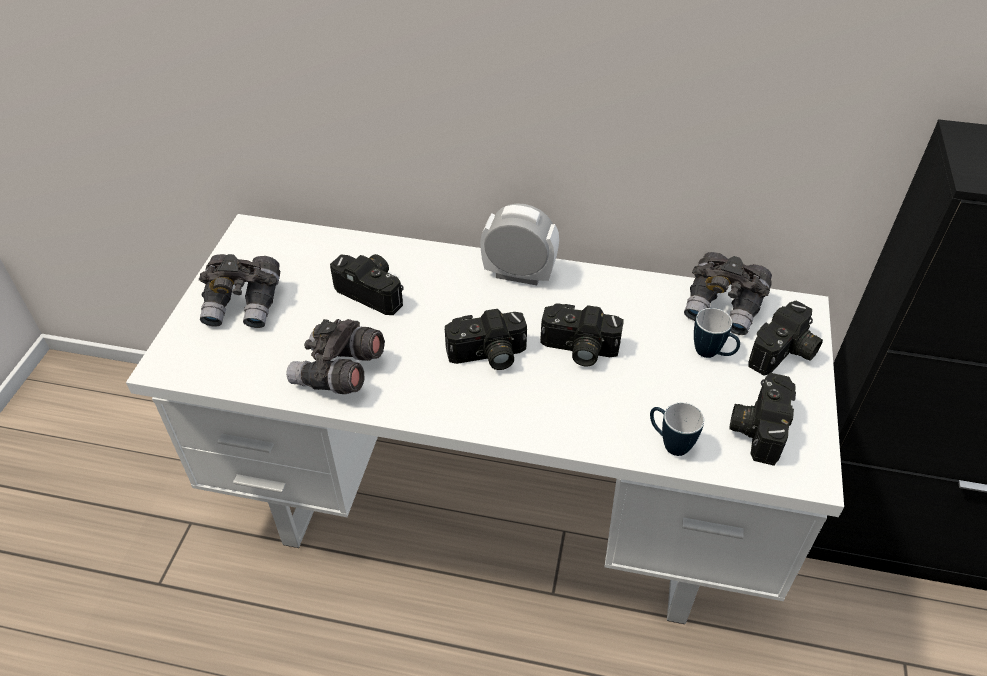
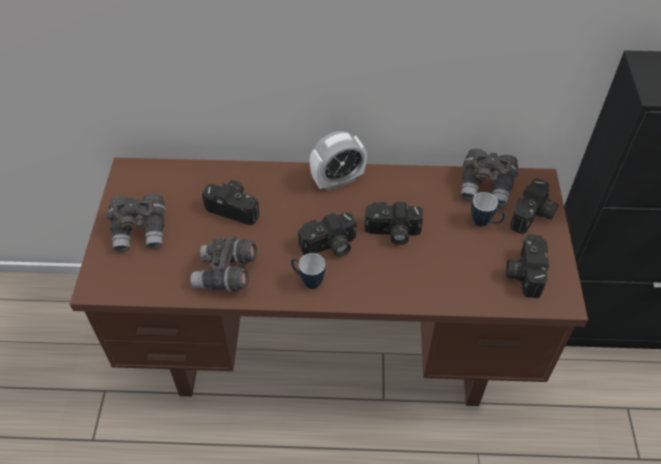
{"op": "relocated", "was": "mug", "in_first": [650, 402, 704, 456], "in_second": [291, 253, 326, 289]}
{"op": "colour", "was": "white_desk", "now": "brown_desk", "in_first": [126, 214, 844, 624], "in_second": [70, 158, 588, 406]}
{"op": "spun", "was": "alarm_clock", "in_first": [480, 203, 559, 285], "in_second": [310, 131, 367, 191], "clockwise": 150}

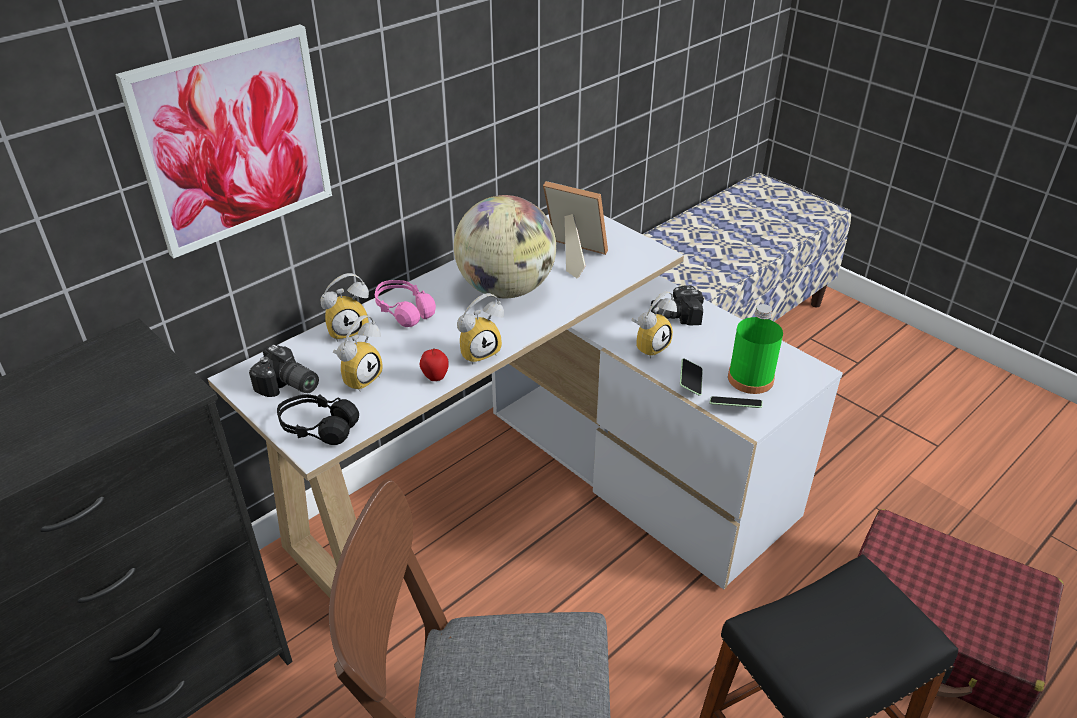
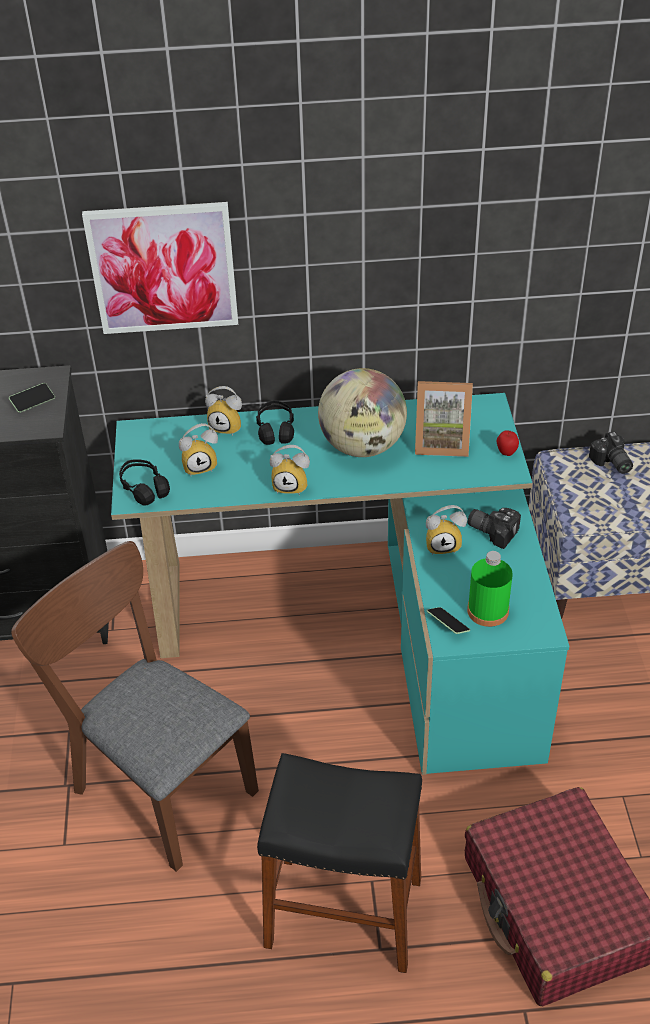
{"op": "relocated", "was": "photo_camera", "in_first": [249, 344, 319, 397], "in_second": [589, 432, 633, 474]}
{"op": "relocated", "was": "apple", "in_first": [420, 348, 449, 381], "in_second": [497, 430, 519, 456]}
{"op": "relocated", "was": "phone", "in_first": [680, 358, 703, 396], "in_second": [9, 383, 55, 413]}
{"op": "colour", "was": "white_desk", "now": "turquoise_desk", "in_first": [208, 214, 843, 598], "in_second": [111, 393, 569, 775]}
{"op": "colour", "was": "pink_headphones", "now": "black_headphones", "in_first": [375, 280, 436, 327], "in_second": [256, 400, 294, 445]}
{"op": "spun", "was": "picture_frame", "in_first": [543, 181, 608, 278], "in_second": [415, 381, 473, 457], "clockwise": 120}

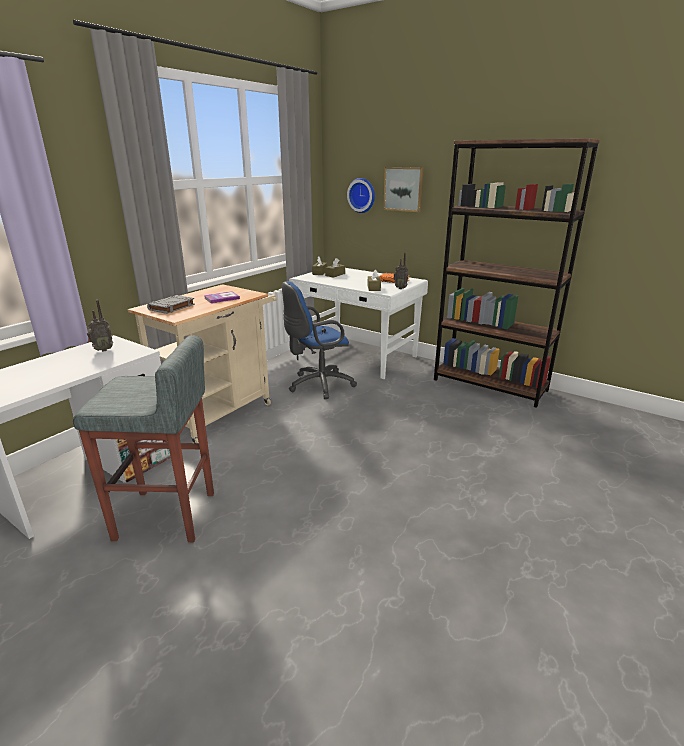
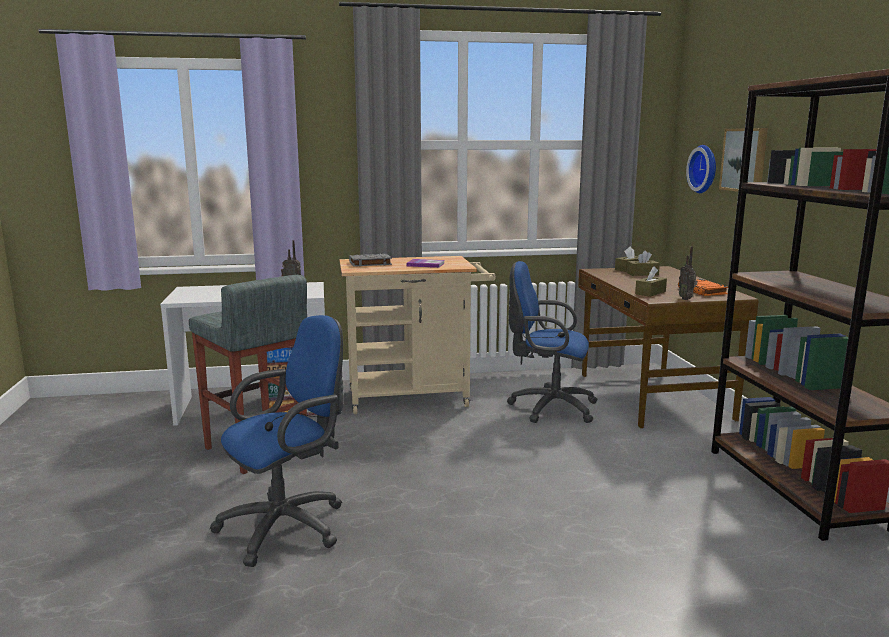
{"op": "appeared", "now": "blue_office_chair", "in_second": [210, 315, 344, 567]}
{"op": "colour", "was": "white_desk", "now": "brown_desk", "in_first": [289, 268, 428, 379], "in_second": [578, 266, 759, 428]}

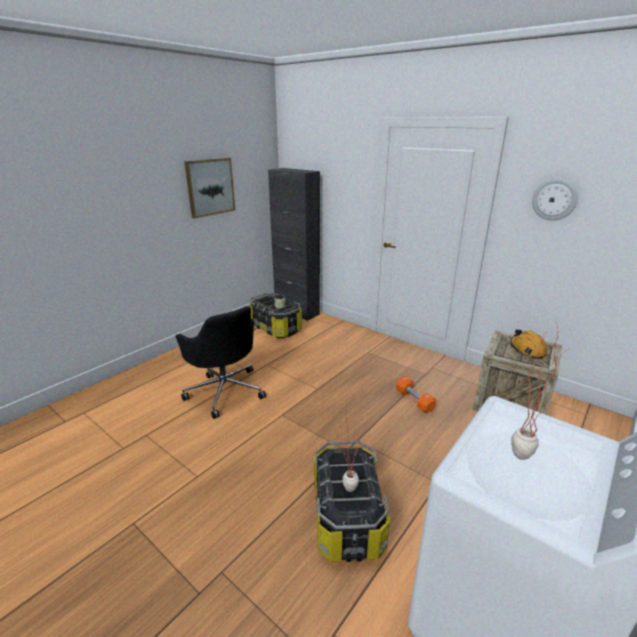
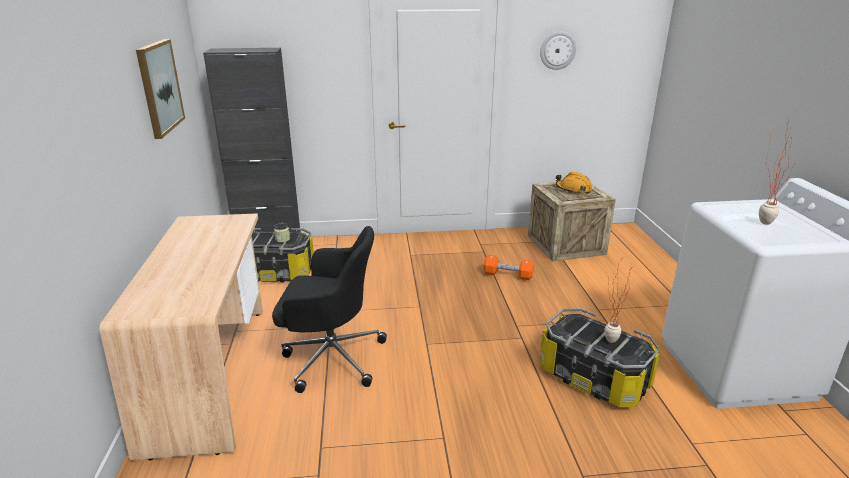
{"op": "appeared", "now": "beige_desk", "in_second": [99, 213, 263, 461]}

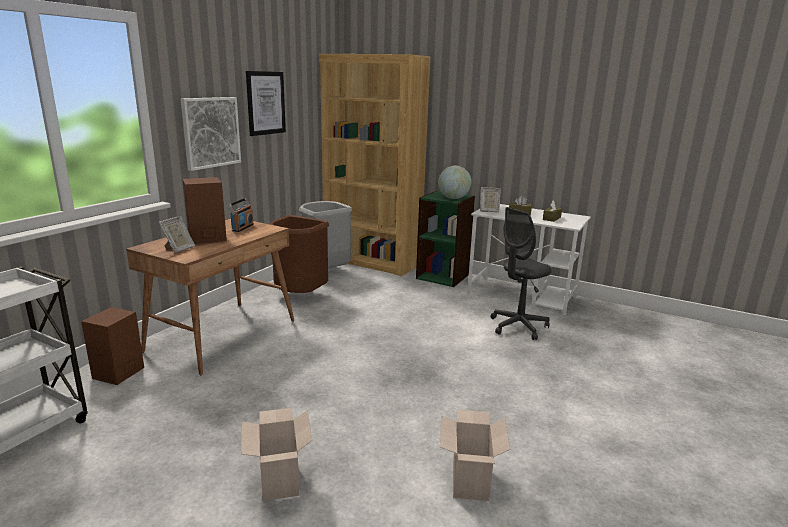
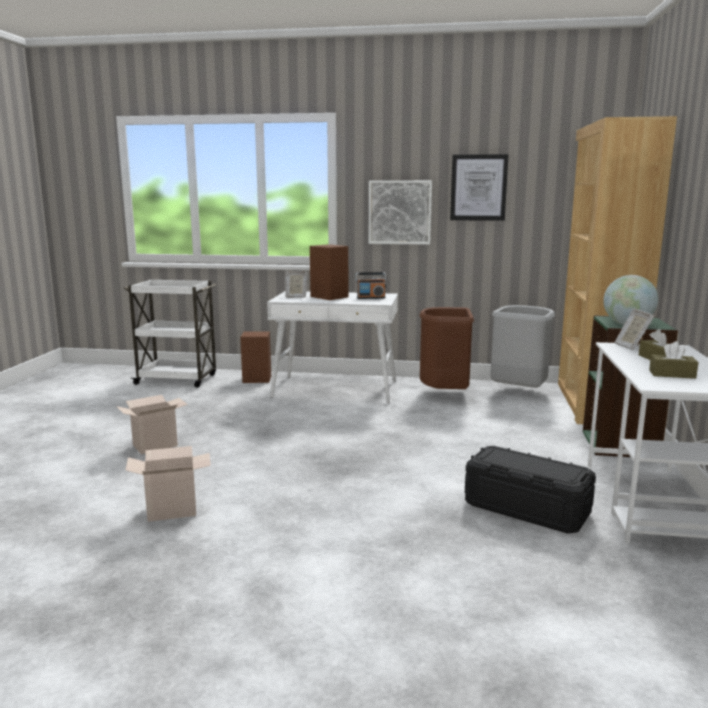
{"op": "exchanged", "was": "grey_office_chair", "now": "black_storage_box", "in_first": [491, 207, 552, 340], "in_second": [465, 446, 596, 534]}
{"op": "colour", "was": "brown_desk", "now": "white_desk", "in_first": [126, 219, 295, 375], "in_second": [267, 291, 398, 403]}

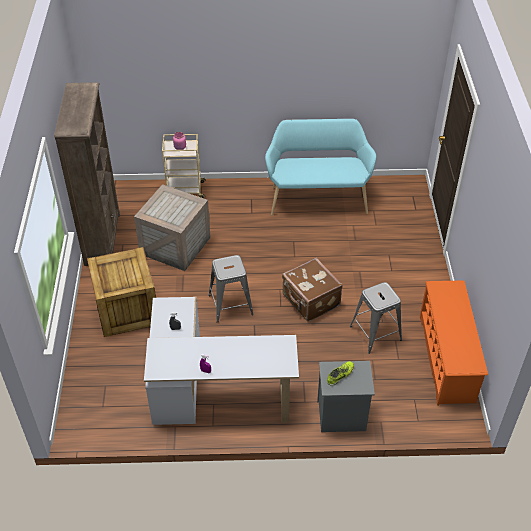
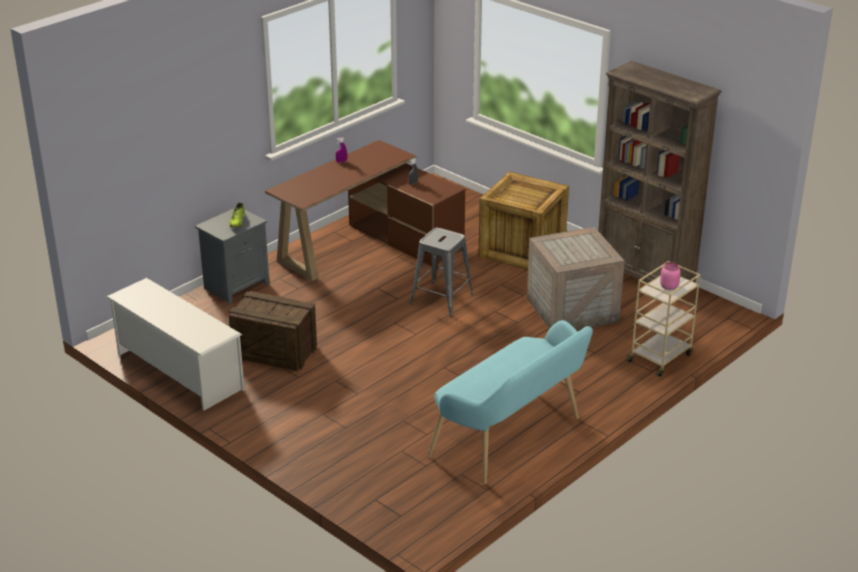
{"op": "missing", "was": "brown_suitcase", "in_first": [282, 258, 342, 322]}
{"op": "exchanged", "was": "grey_stool", "now": "crate", "in_first": [350, 282, 402, 354], "in_second": [229, 291, 317, 372]}
{"op": "colour", "was": "white_desk", "now": "brown_desk", "in_first": [144, 297, 299, 425], "in_second": [265, 140, 466, 281]}
{"op": "colour", "was": "orange_shoe_rack", "now": "white_shoe_rack", "in_first": [420, 280, 488, 406], "in_second": [106, 278, 245, 410]}

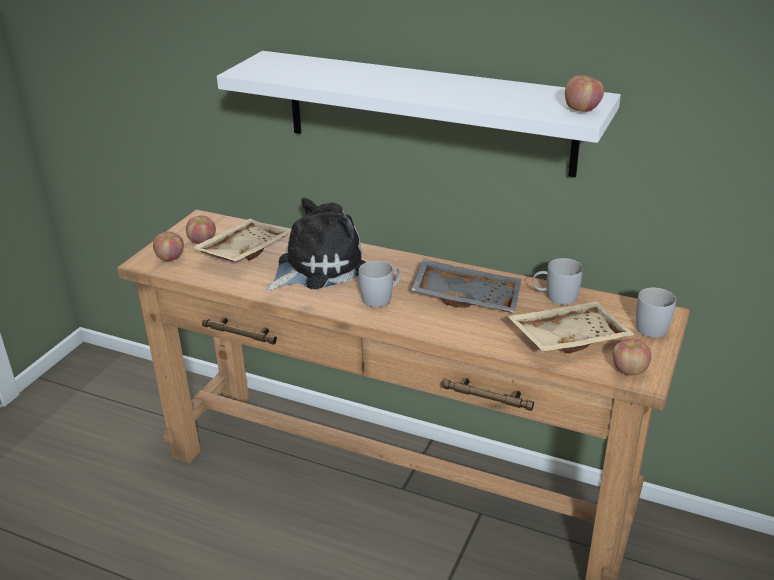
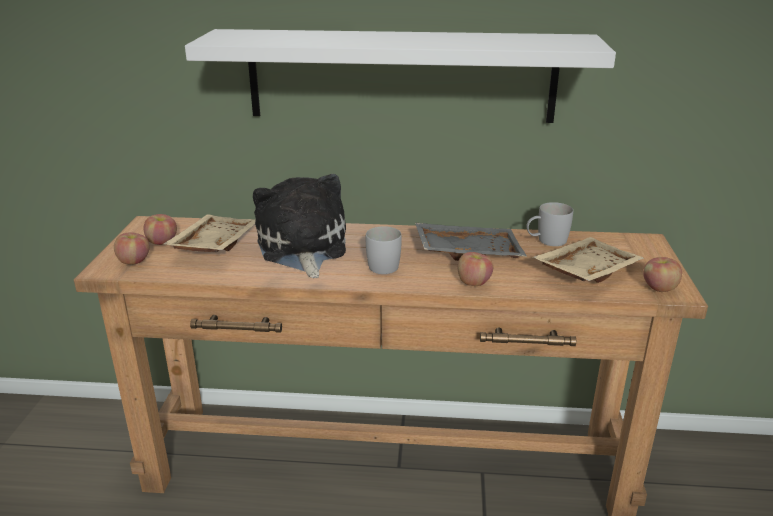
{"op": "missing", "was": "white_mug", "in_first": [636, 288, 676, 337]}
{"op": "relocated", "was": "apple", "in_first": [565, 75, 604, 112], "in_second": [458, 252, 493, 286]}
{"op": "spun", "was": "plush_toy", "in_first": [266, 198, 366, 291], "in_second": [253, 174, 346, 278], "clockwise": -45}

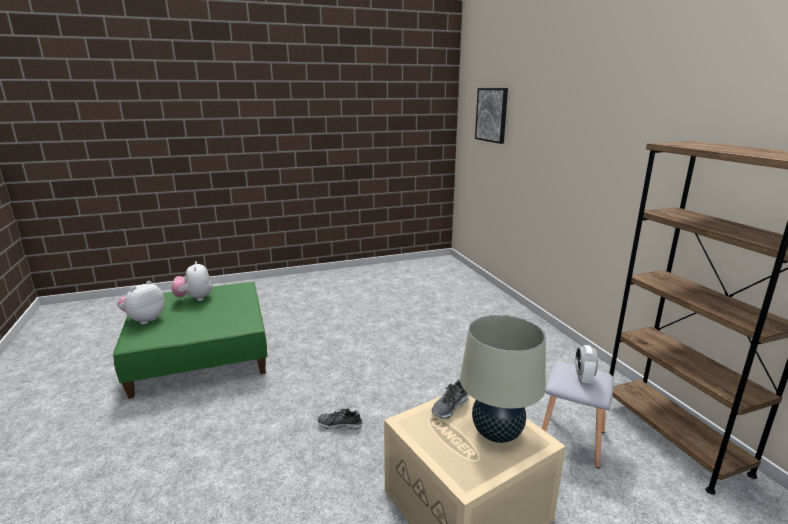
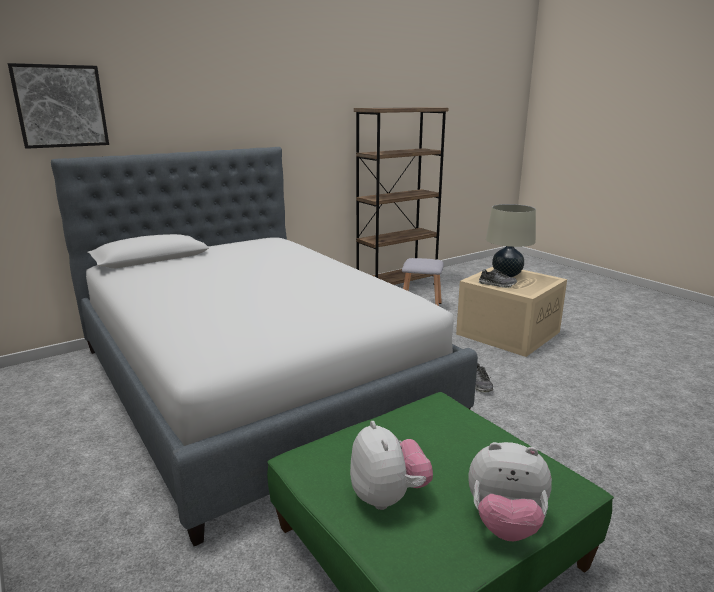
{"op": "missing", "was": "alarm_clock", "in_first": [575, 345, 598, 385]}
{"op": "appeared", "now": "bed", "in_second": [51, 147, 478, 546]}
{"op": "spun", "was": "plush_toy", "in_first": [171, 261, 212, 301], "in_second": [350, 421, 433, 510], "clockwise": -75}

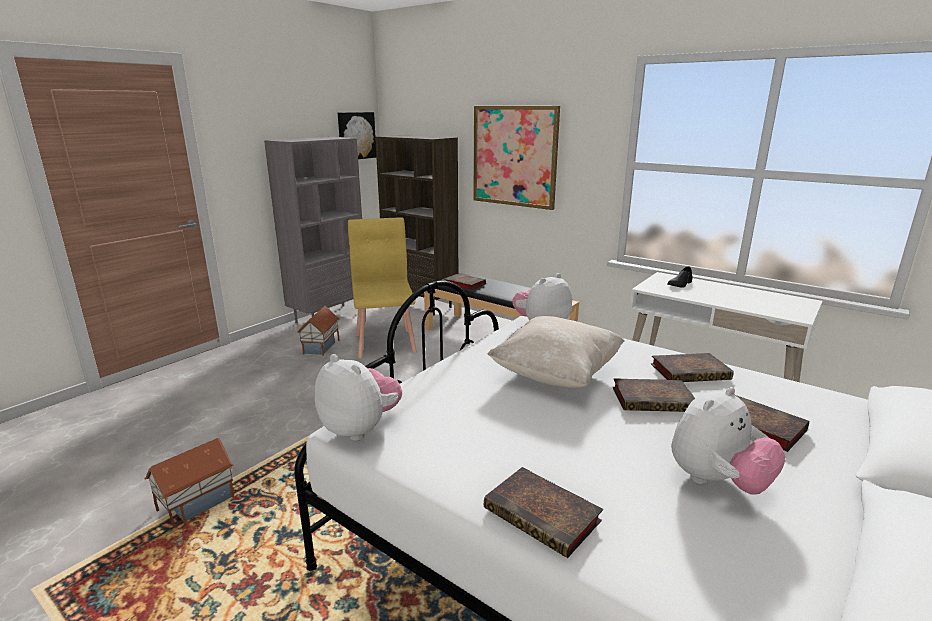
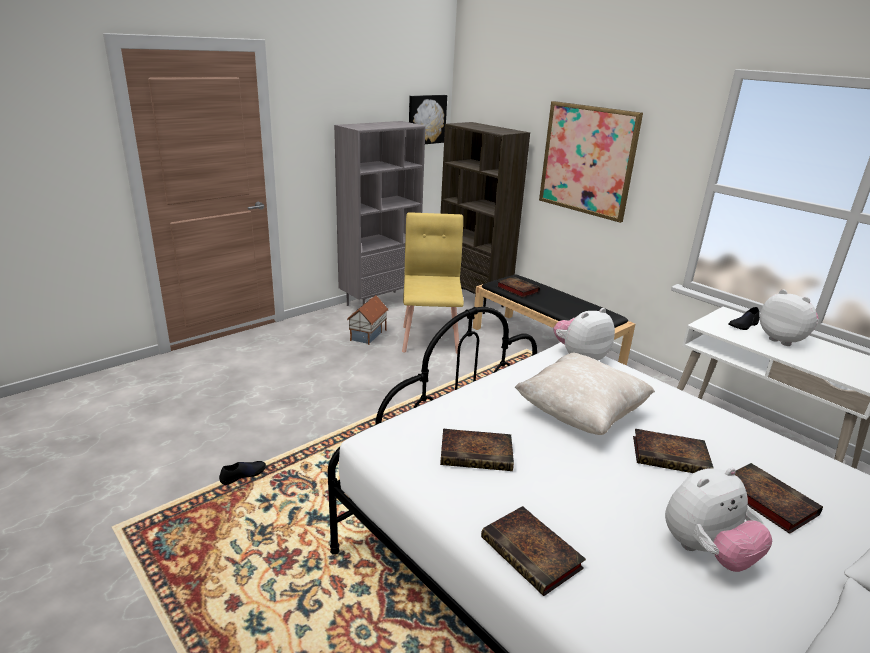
{"op": "relocated", "was": "plush_toy", "in_first": [315, 354, 402, 441], "in_second": [760, 289, 819, 346]}
{"op": "relocated", "was": "book", "in_first": [651, 353, 734, 382], "in_second": [440, 428, 514, 471]}
{"op": "exchanged", "was": "toy_house", "now": "black_shoe", "in_first": [144, 438, 235, 528], "in_second": [219, 461, 266, 485]}

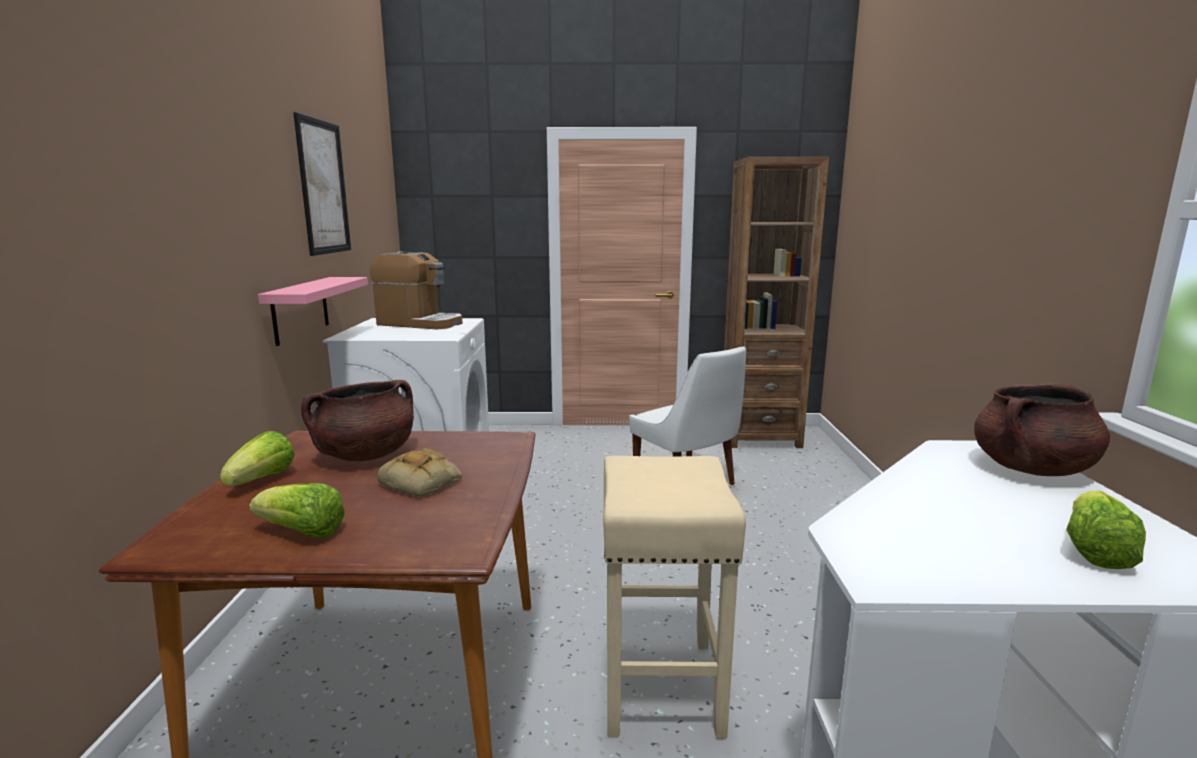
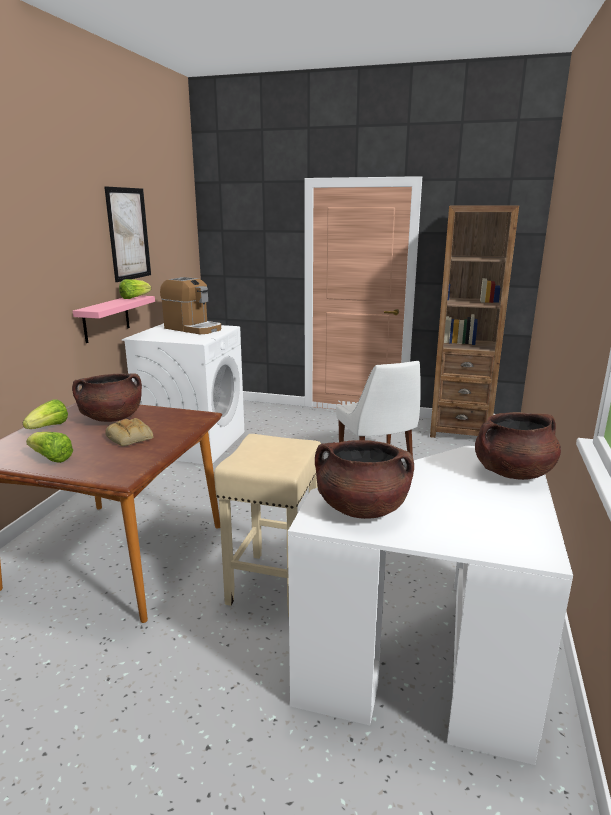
{"op": "appeared", "now": "brown_cooking_pot", "in_second": [315, 440, 414, 519]}
{"op": "relocated", "was": "lettuce", "in_first": [1066, 491, 1146, 569], "in_second": [119, 279, 151, 299]}

